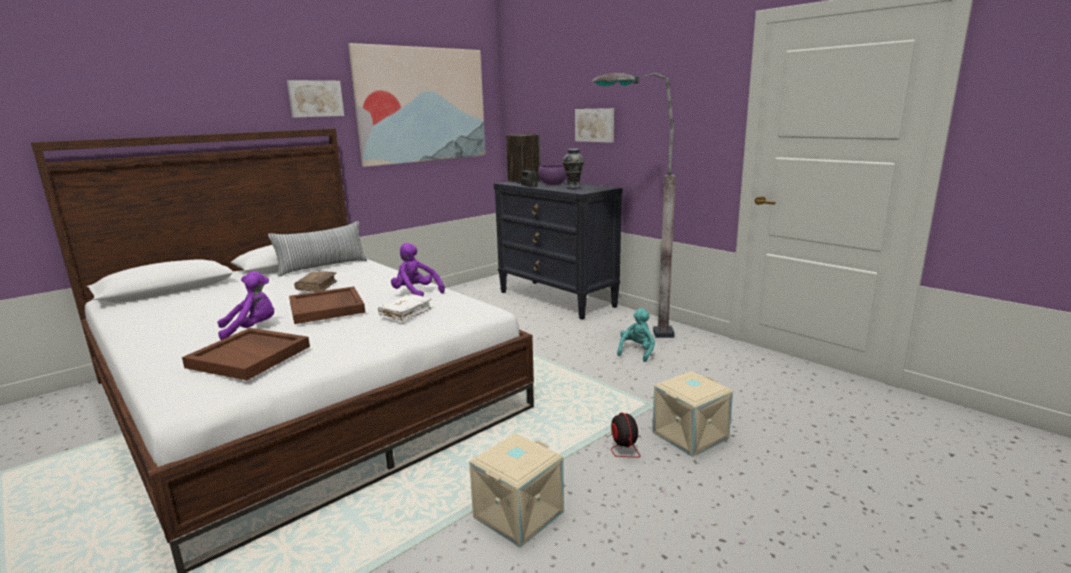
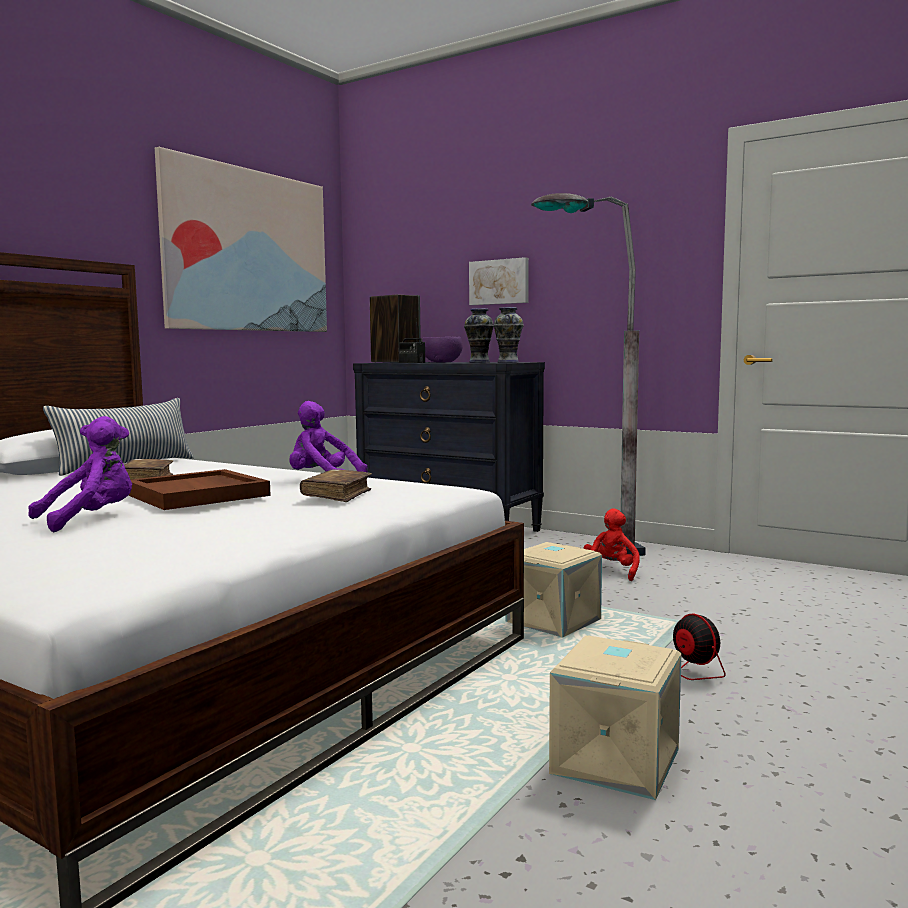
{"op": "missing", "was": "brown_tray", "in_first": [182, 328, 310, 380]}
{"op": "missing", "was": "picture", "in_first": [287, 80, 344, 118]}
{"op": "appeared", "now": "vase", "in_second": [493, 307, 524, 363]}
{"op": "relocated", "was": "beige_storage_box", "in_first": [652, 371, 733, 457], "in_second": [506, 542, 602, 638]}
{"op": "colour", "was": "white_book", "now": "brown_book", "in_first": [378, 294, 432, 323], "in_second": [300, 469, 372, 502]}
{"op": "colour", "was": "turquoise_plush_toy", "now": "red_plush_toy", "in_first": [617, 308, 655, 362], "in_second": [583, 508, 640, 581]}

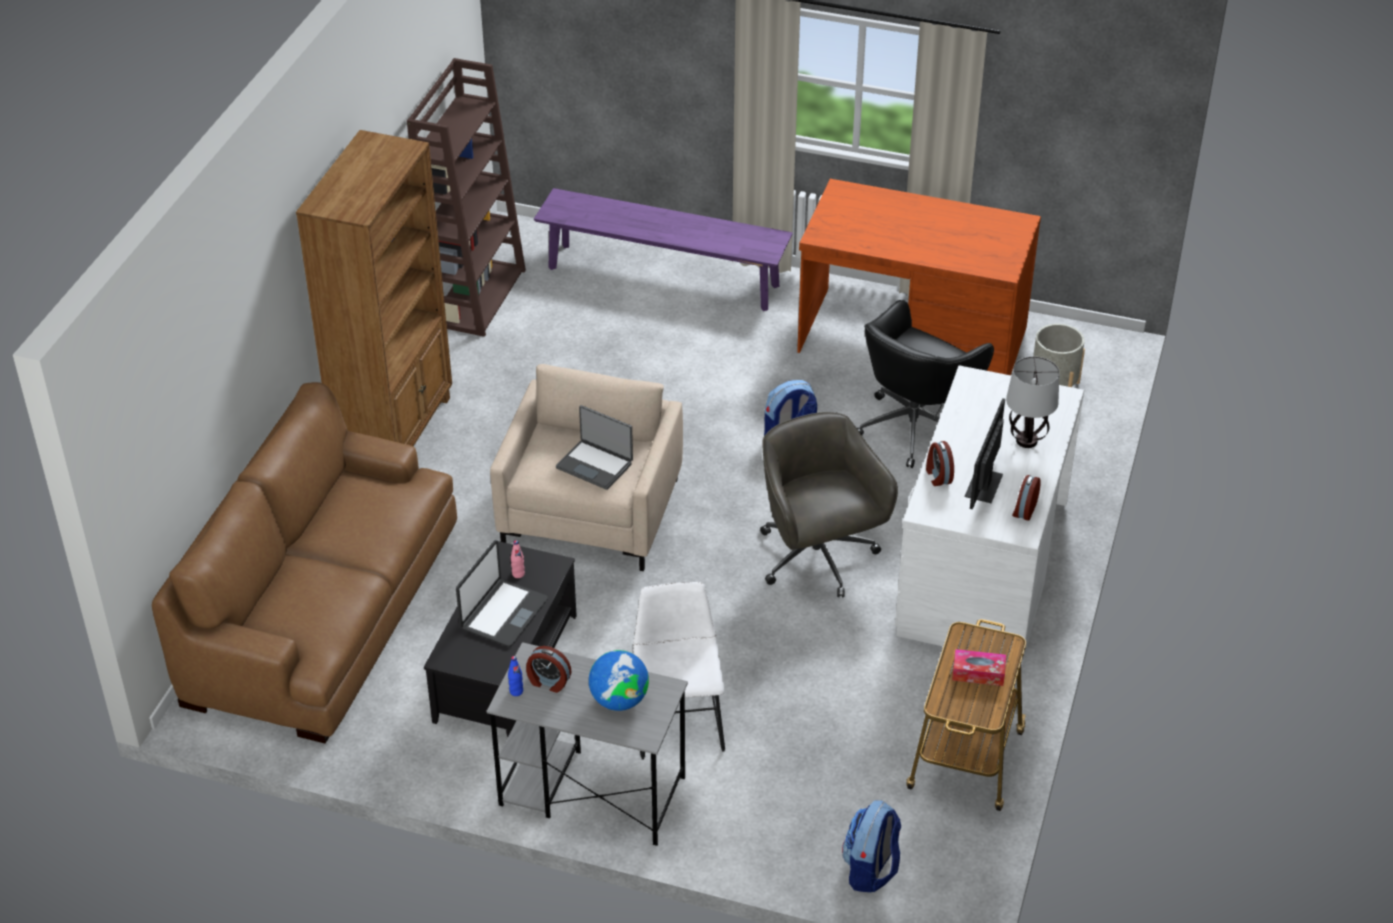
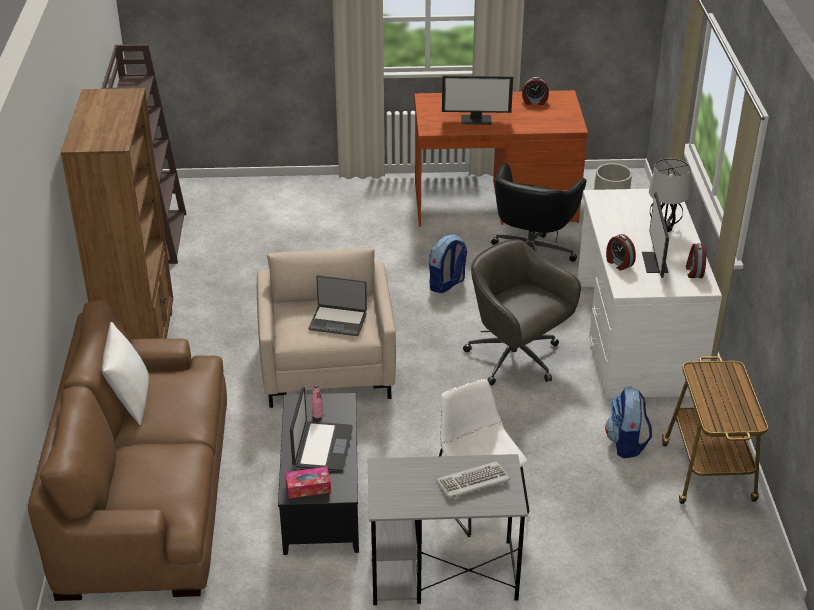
{"op": "missing", "was": "blue_bottle", "in_first": [508, 656, 523, 696]}
{"op": "missing", "was": "purple_bench", "in_first": [534, 188, 793, 311]}
{"op": "appeared", "now": "white_pillow", "in_second": [102, 322, 149, 425]}
{"op": "appeared", "now": "monitor", "in_second": [442, 75, 513, 125]}
{"op": "relocated", "was": "alarm_clock", "in_first": [526, 646, 571, 693], "in_second": [522, 77, 549, 105]}
{"op": "relocated", "was": "backpack", "in_first": [842, 800, 901, 892], "in_second": [605, 386, 652, 458]}
{"op": "relocated", "was": "tissue_box", "in_first": [952, 649, 1006, 686], "in_second": [285, 467, 331, 498]}
{"op": "exchanged", "was": "globe", "now": "keyboard", "in_first": [589, 650, 649, 711], "in_second": [436, 461, 510, 499]}

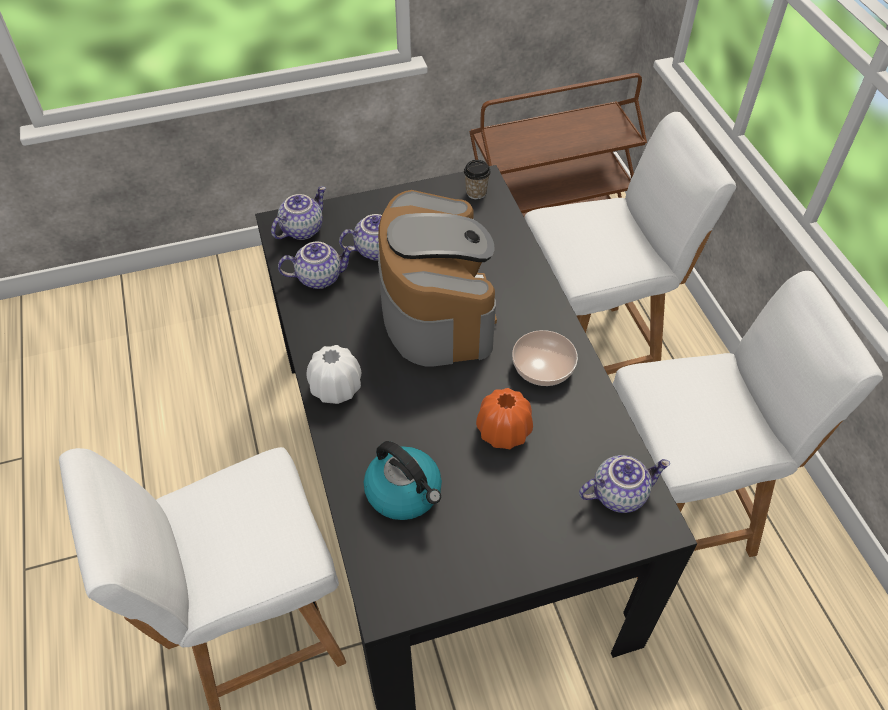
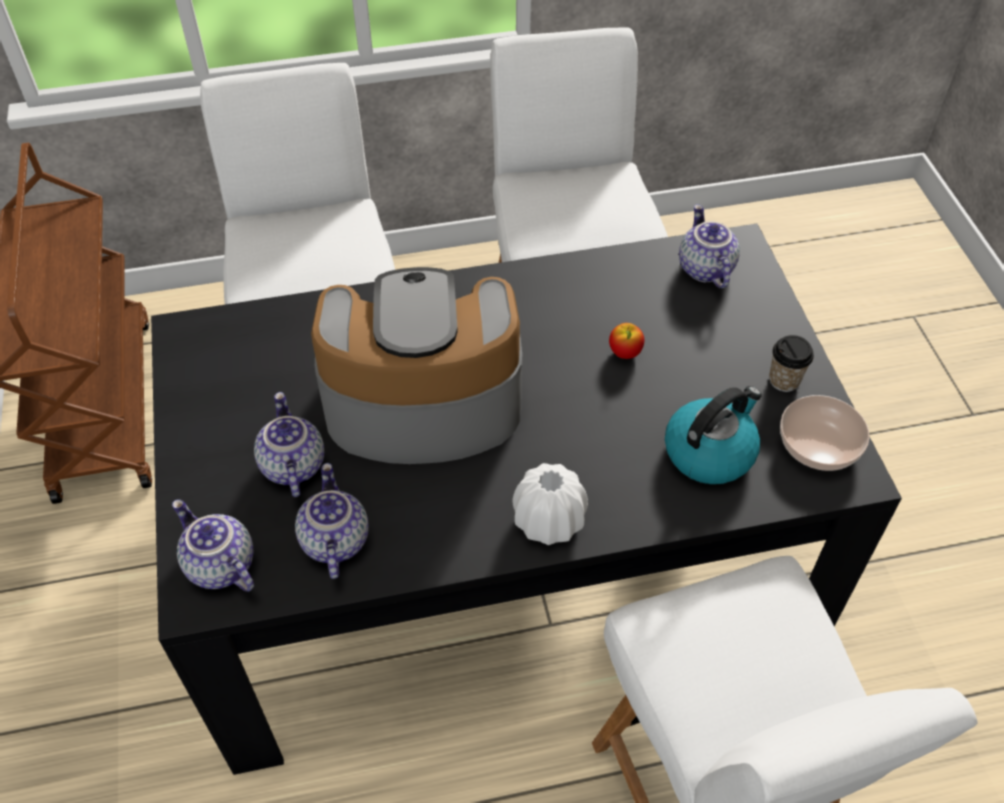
{"op": "relocated", "was": "cup", "in_first": [464, 160, 491, 199], "in_second": [769, 335, 814, 392]}
{"op": "relocated", "was": "bowl", "in_first": [512, 330, 578, 386], "in_second": [780, 395, 870, 471]}
{"op": "exchanged", "was": "orange_vase", "now": "apple", "in_first": [476, 388, 533, 449], "in_second": [609, 323, 644, 359]}

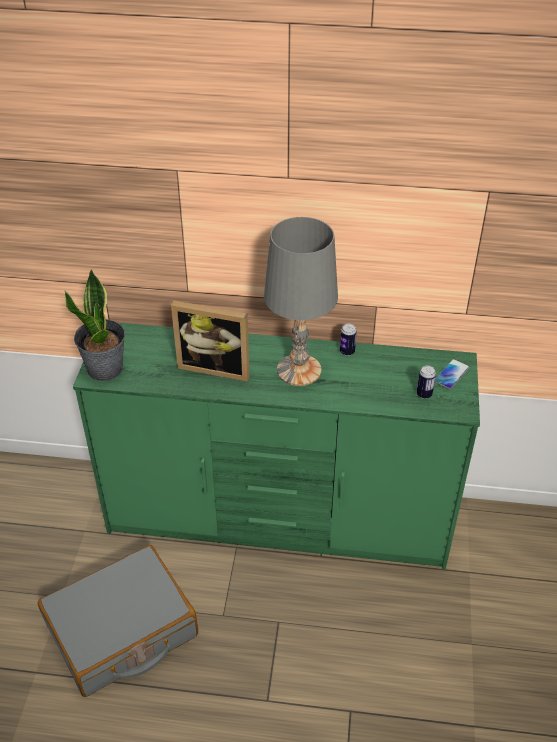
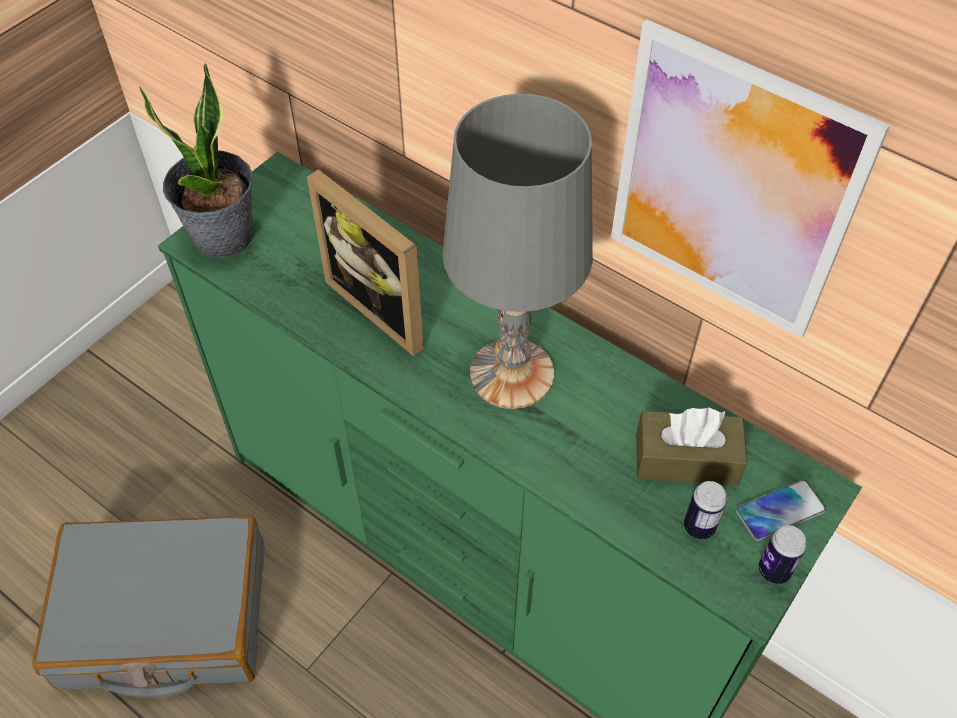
{"op": "appeared", "now": "picture", "in_second": [611, 19, 890, 338]}
{"op": "appeared", "now": "brown_tissue_box", "in_second": [636, 408, 747, 486]}
{"op": "relocated", "was": "can", "in_first": [340, 324, 357, 356], "in_second": [759, 525, 807, 584]}

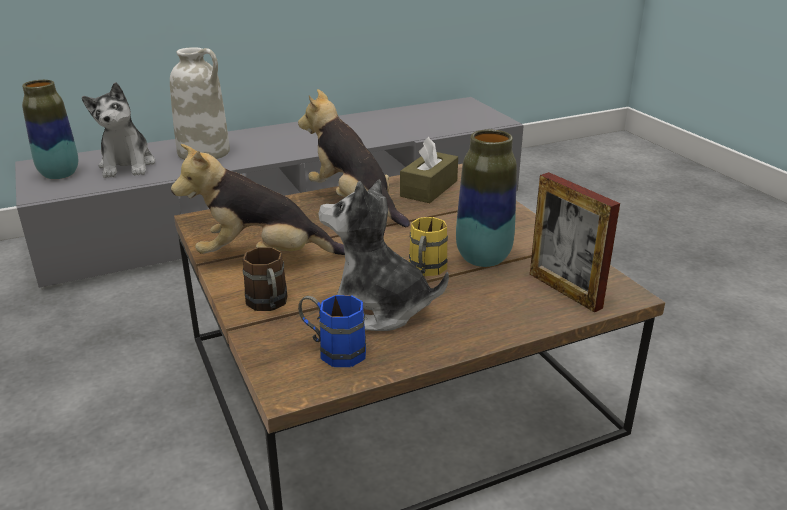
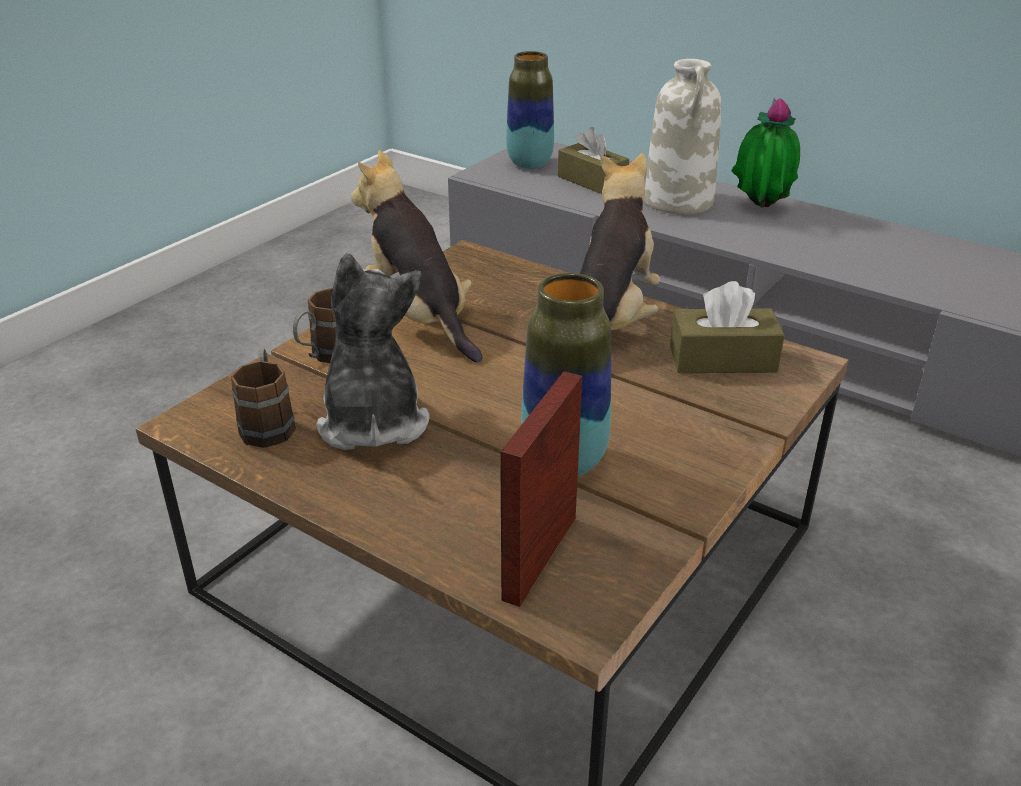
{"op": "missing", "was": "yellow_mug", "in_first": [409, 217, 448, 276]}
{"op": "appeared", "now": "potted_plant", "in_second": [731, 98, 800, 207]}
{"op": "exchanged", "was": "plush_toy", "now": "brown_tissue_box", "in_first": [82, 82, 155, 178], "in_second": [558, 127, 629, 194]}
{"op": "colour", "was": "blue_mug", "now": "brown_mug", "in_first": [298, 295, 366, 367], "in_second": [231, 349, 296, 448]}

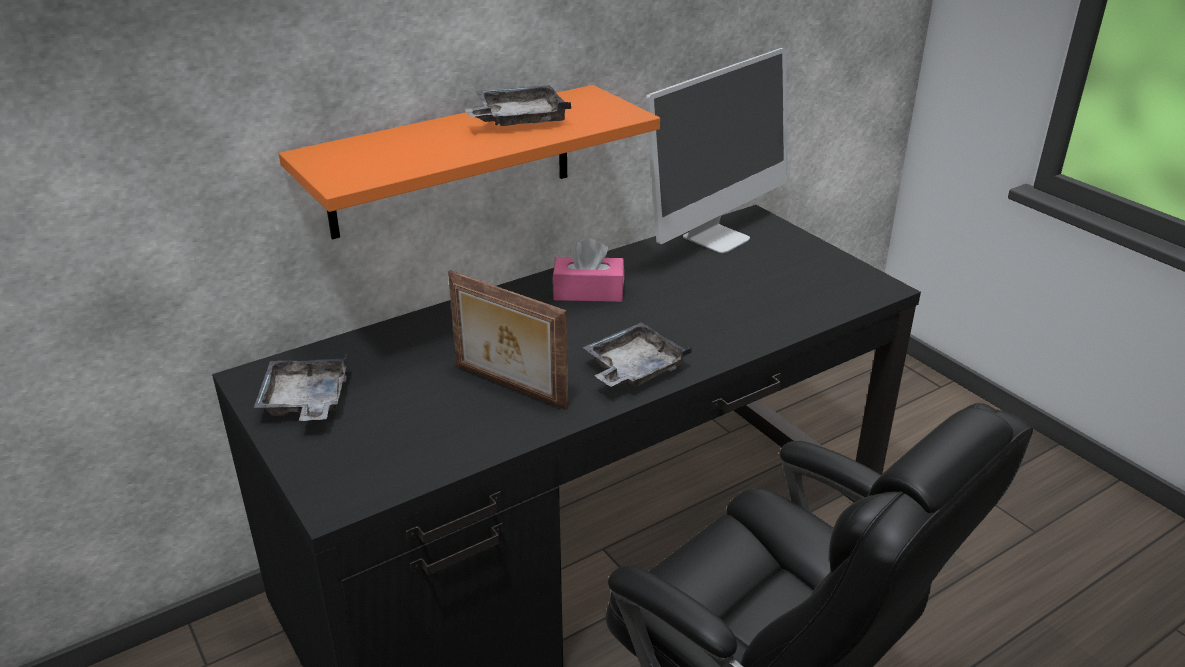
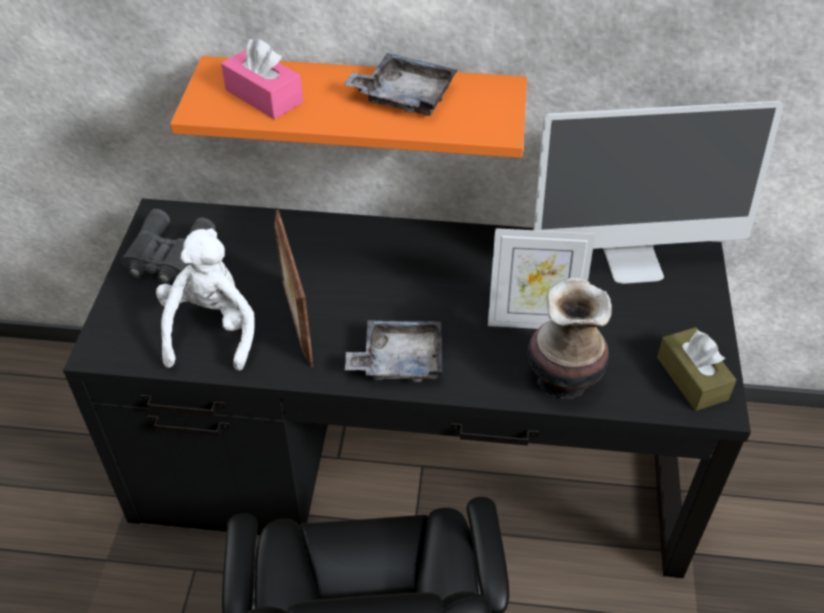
{"op": "appeared", "now": "white_plush_toy", "in_second": [156, 228, 255, 371]}
{"op": "appeared", "now": "picture_frame", "in_second": [488, 228, 595, 329]}
{"op": "appeared", "now": "vase", "in_second": [527, 278, 612, 399]}
{"op": "appeared", "now": "brown_tissue_box", "in_second": [657, 327, 737, 411]}
{"op": "relocated", "was": "pink_tissue_box", "in_first": [553, 238, 624, 302], "in_second": [221, 39, 303, 119]}
{"op": "exchanged", "was": "grey_tray", "now": "grey_binoculars", "in_first": [254, 353, 347, 421], "in_second": [121, 209, 216, 284]}

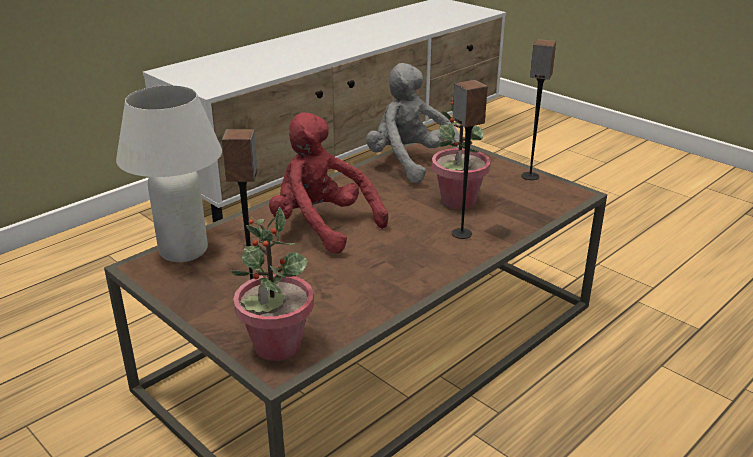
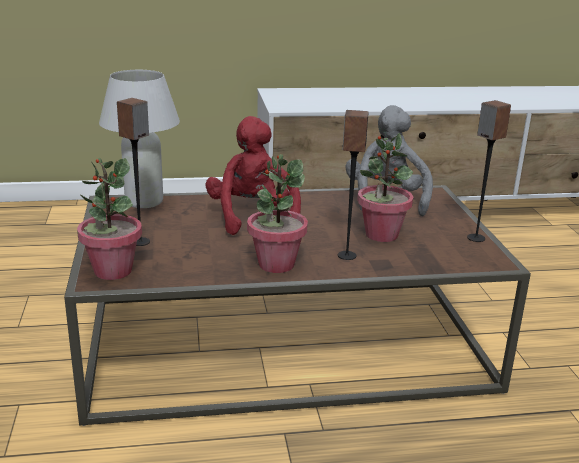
{"op": "appeared", "now": "potted_plant", "in_second": [247, 154, 308, 273]}

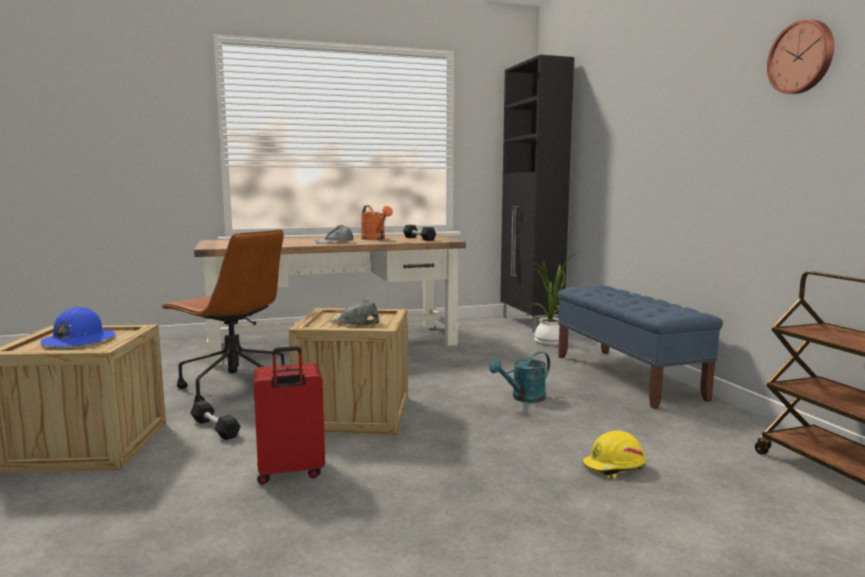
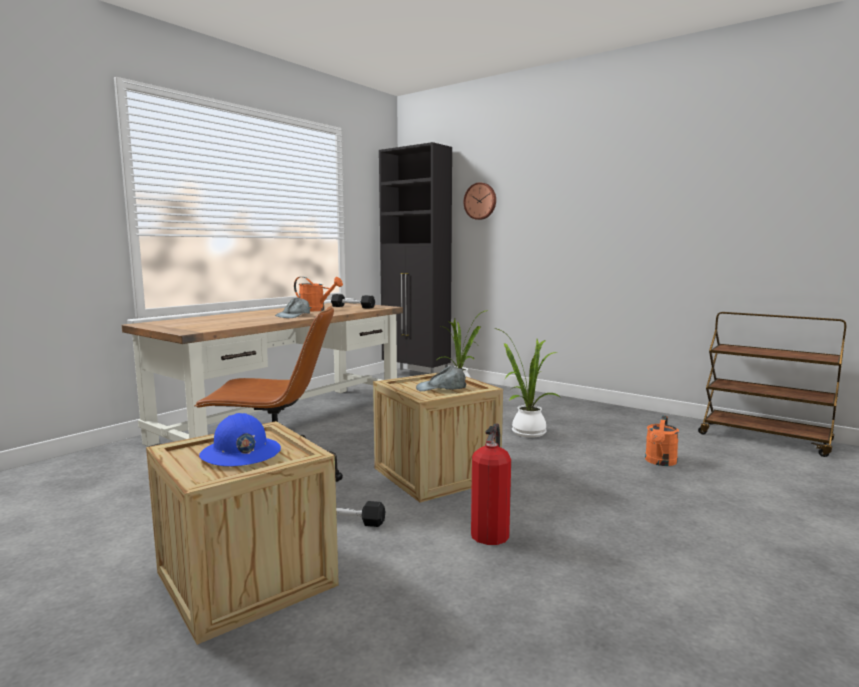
{"op": "missing", "was": "blue_bench", "in_first": [557, 286, 723, 409]}
{"op": "relocated", "was": "wall_clock", "in_first": [767, 19, 834, 94], "in_second": [464, 182, 496, 220]}
{"op": "exchanged", "was": "red_suitcase", "now": "fire_extinguisher", "in_first": [254, 346, 325, 485], "in_second": [471, 423, 511, 545]}
{"op": "exchanged", "was": "turquoise_watering_can", "now": "potted_plant", "in_first": [489, 352, 550, 403], "in_second": [494, 328, 561, 438]}
{"op": "exchanged", "was": "yellow_hard_hat", "now": "orange_watering_can", "in_first": [582, 430, 646, 479], "in_second": [645, 415, 679, 466]}

